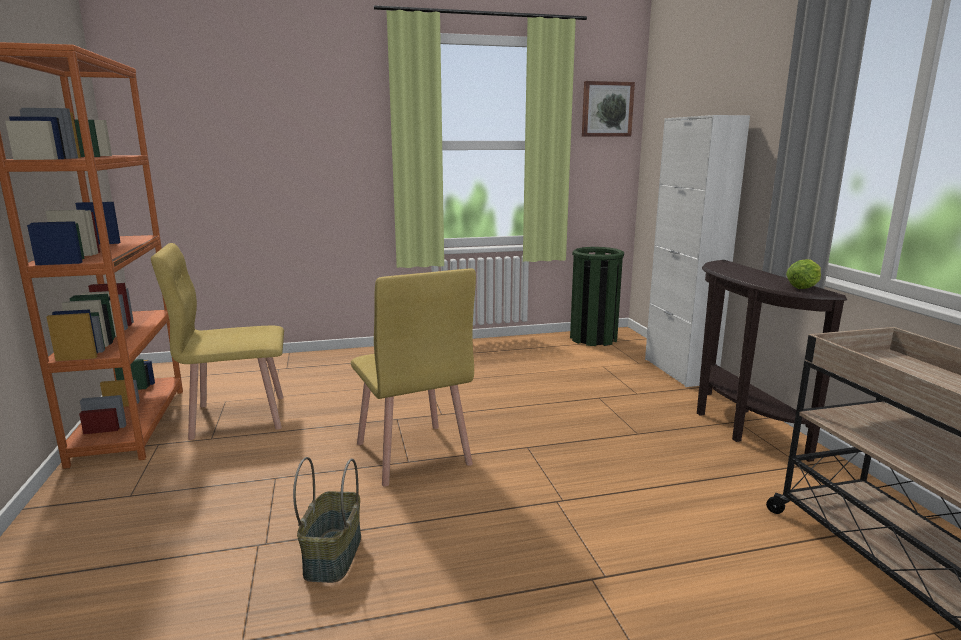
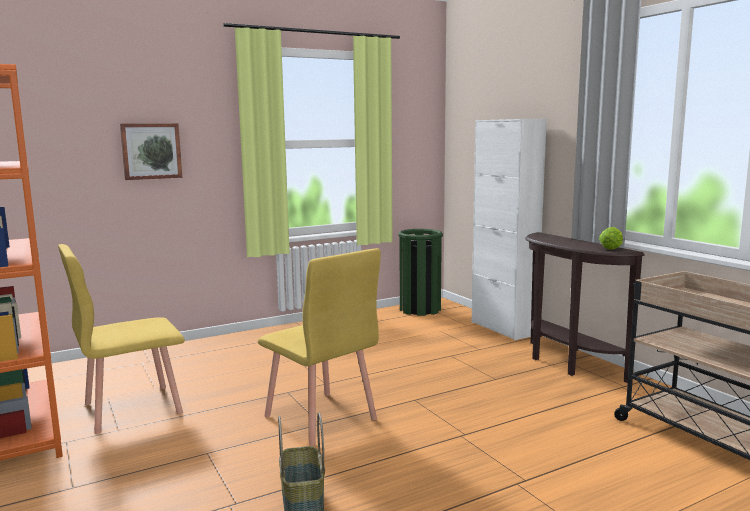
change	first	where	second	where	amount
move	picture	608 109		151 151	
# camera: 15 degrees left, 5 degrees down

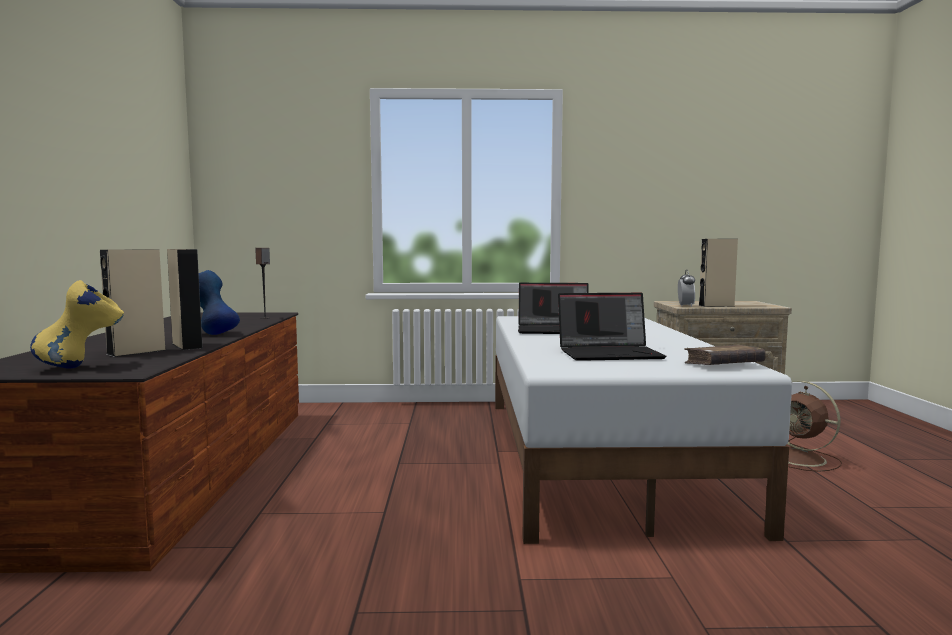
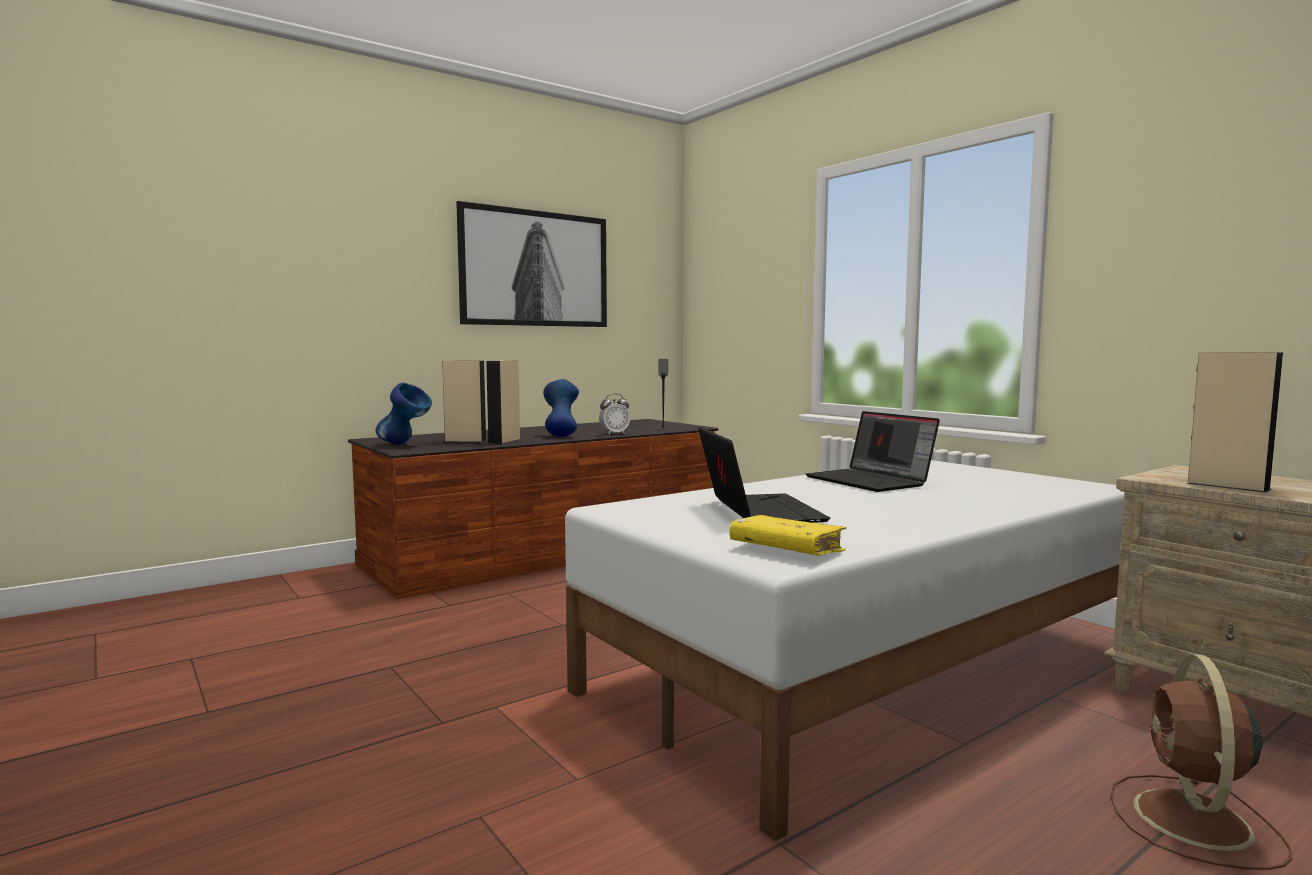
change	first	where	second	where	amount
recolor	vase (yellow)	77 324	vase (blue)	404 413	
rotate	laptop	612 327		764 475	150 degrees counterclockwise
move	alarm clock	686 288		614 414	
recolor	book (brown)	725 354	book (yellow)	787 535	
insert			picture	531 264	
# camera: 55 degrees right, 0 degrees up

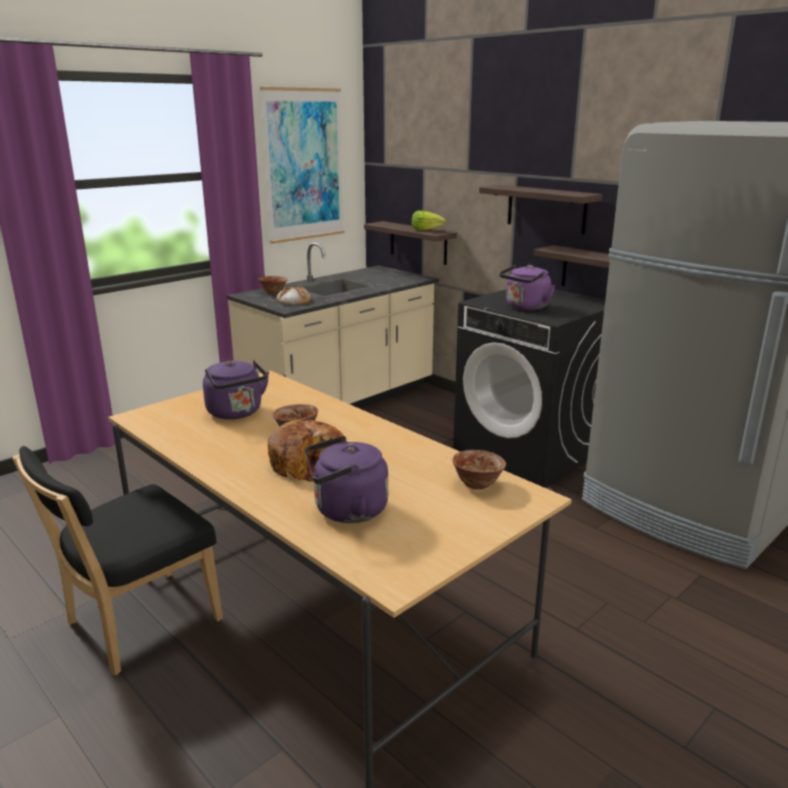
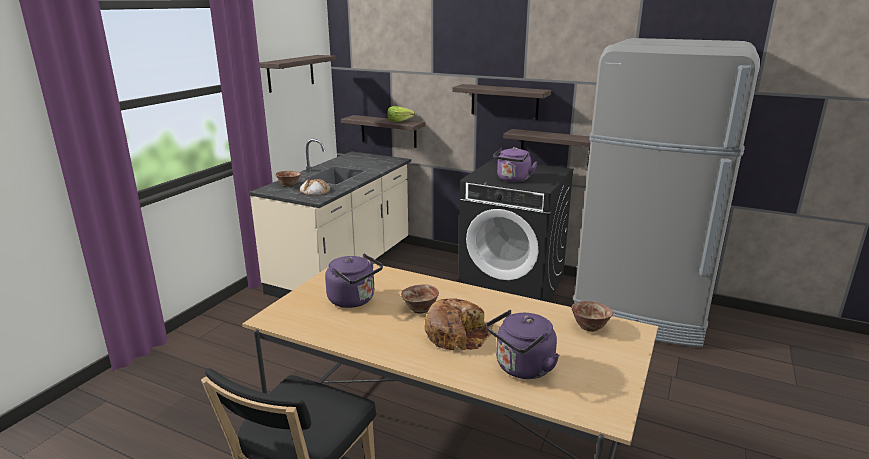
change	first	where	second	where	amount
replace	picture	302 165	shelf	298 74	
# camera: 20 degrees left, 0 degrees up

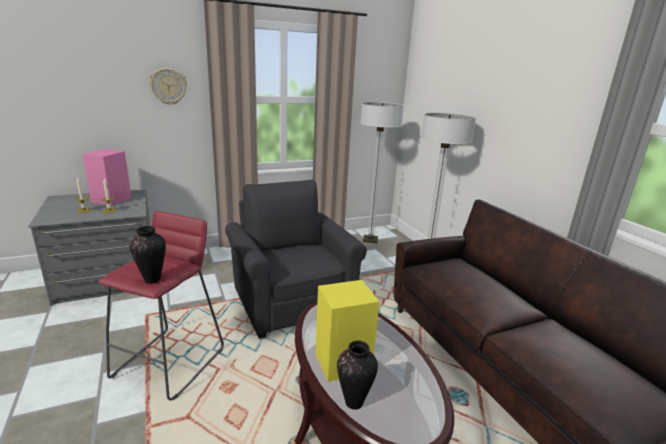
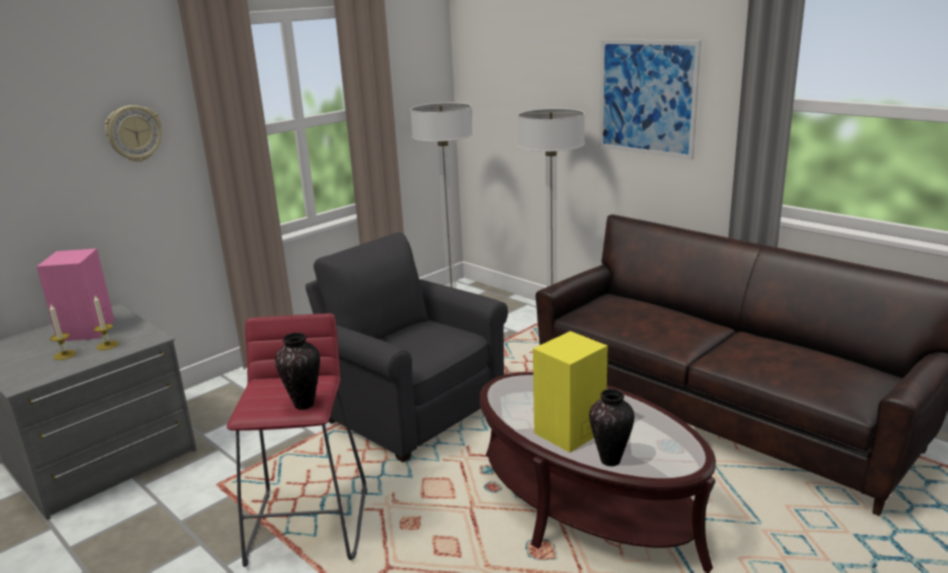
change	first	where	second	where	amount
insert			picture	650 99	
# camera: 20 degrees left, 0 degrees up

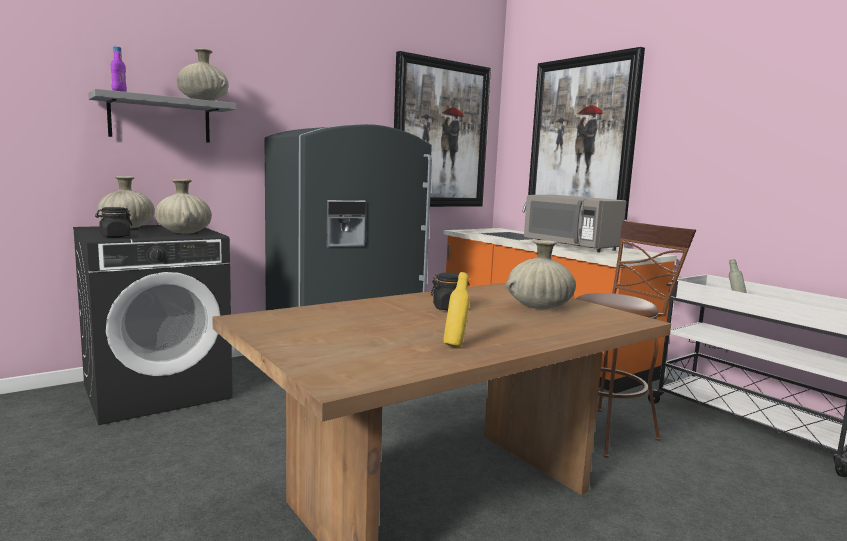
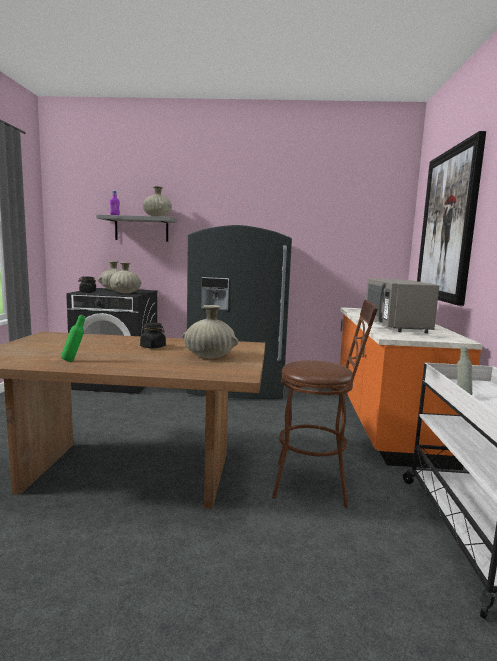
change	first	where	second	where	amount
delete	picture	442 129			
recolor	bottle (yellow)	456 309	bottle (green)	73 338	
# camera: 40 degrees right, 0 degrees up

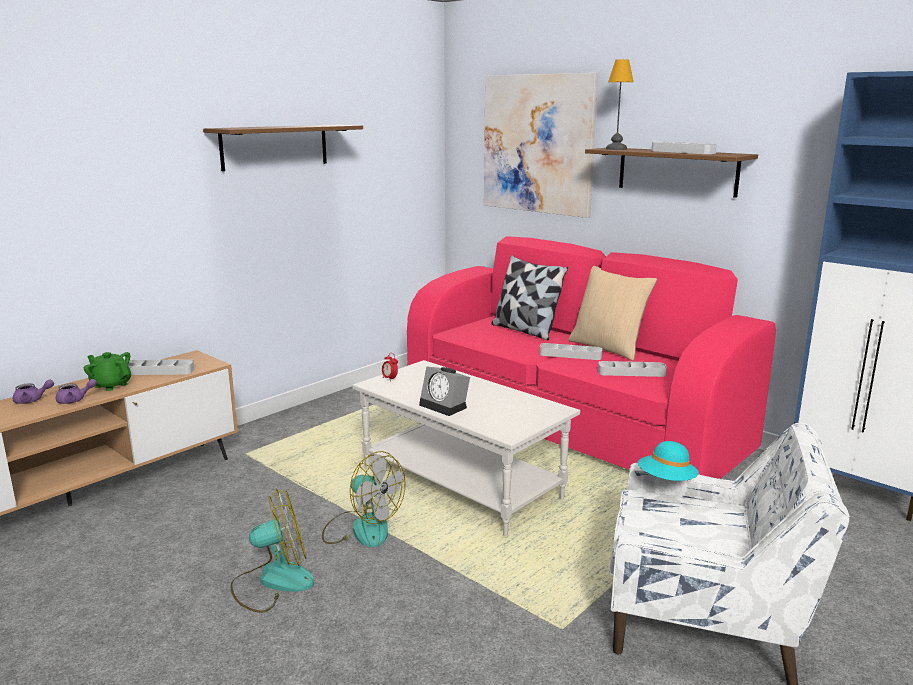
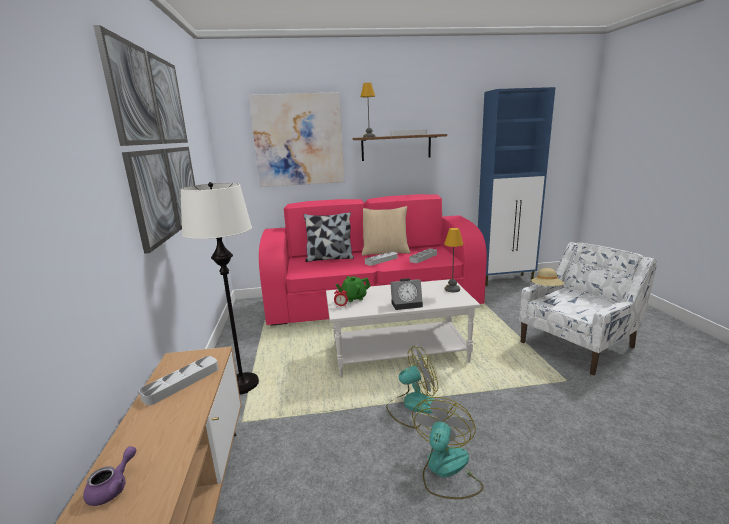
change	first	where	second	where	amount
delete	teapot (purple)	76 391			
move	teapot (green)	107 371		352 289	
replace	shelf (brown)	283 148	picture	144 139	
recolor	hat (turquoise)	668 461	hat (beige)	547 277	
insert			floor lamp (white)	219 288	
insert			table lamp	453 260	
# camera: 50 degrees left, 0 degrees up

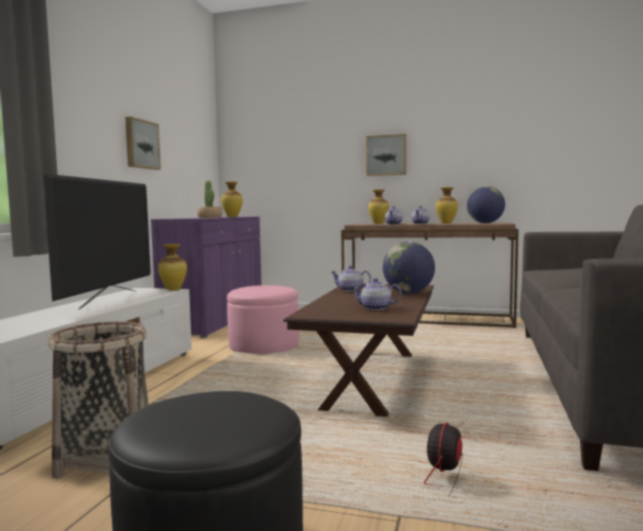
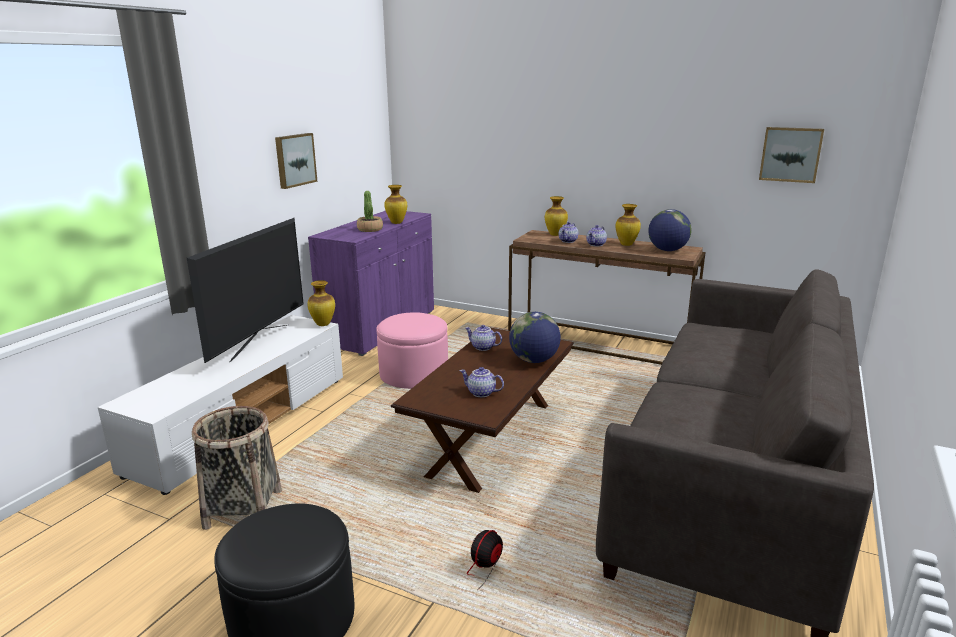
change	first	where	second	where	amount
move	picture	386 155		791 155	
# camera: 10 degrees right, 15 degrees up

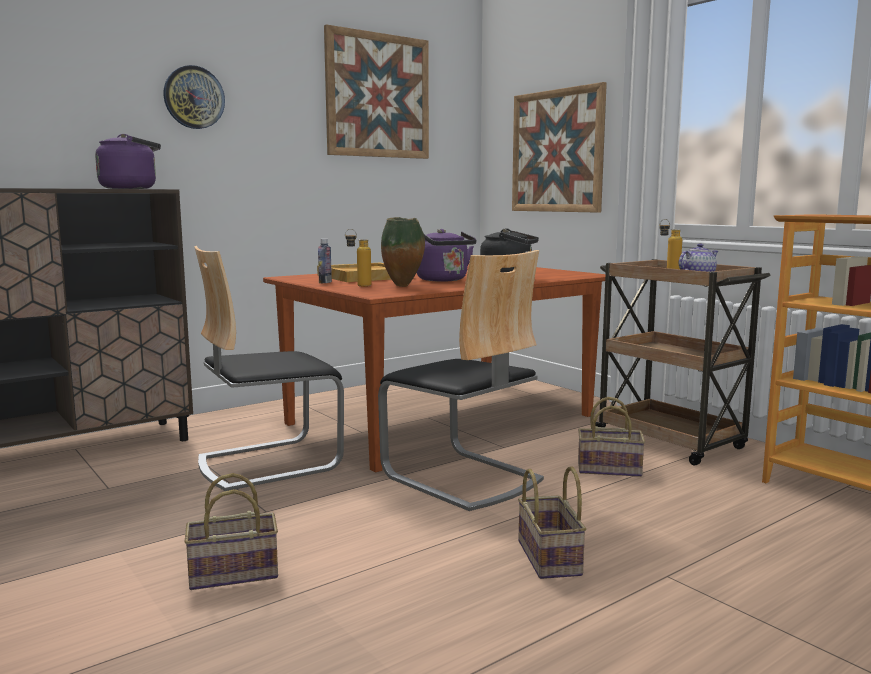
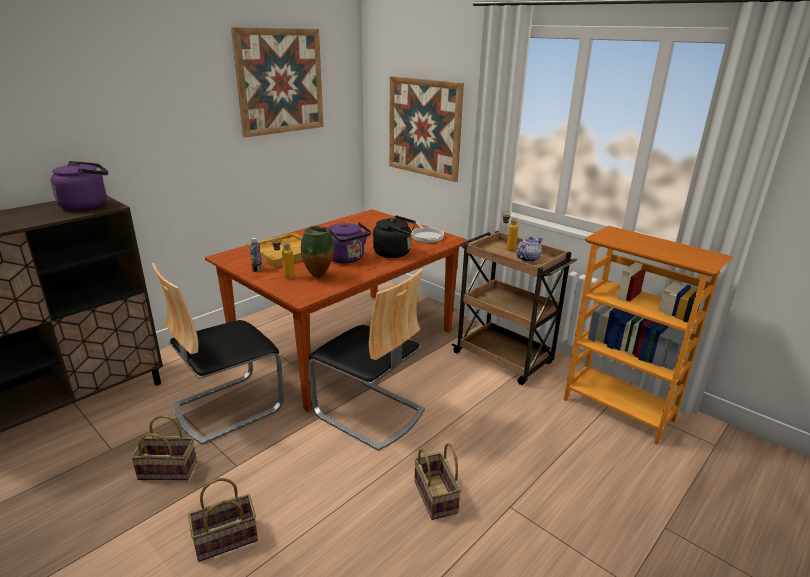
change	first	where	second	where	amount
delete	wall clock	194 97			
move	basket	611 437		163 447	
insert			frying pan	427 232	
# camera: 10 degrees left, 15 degrees up

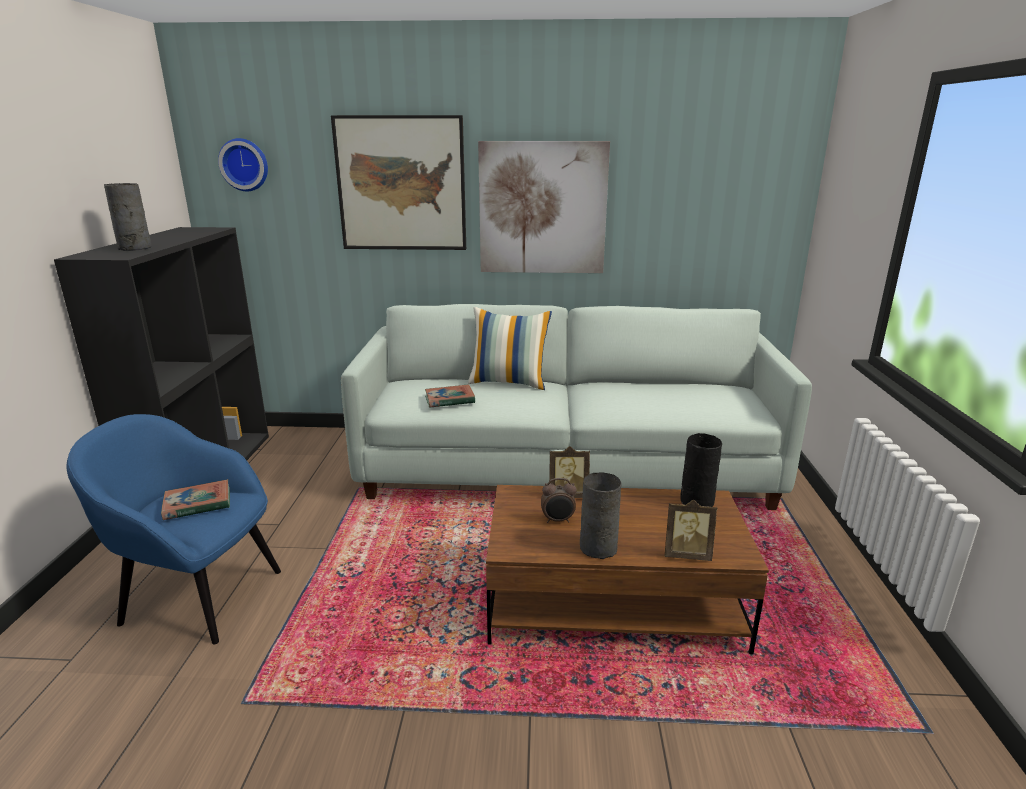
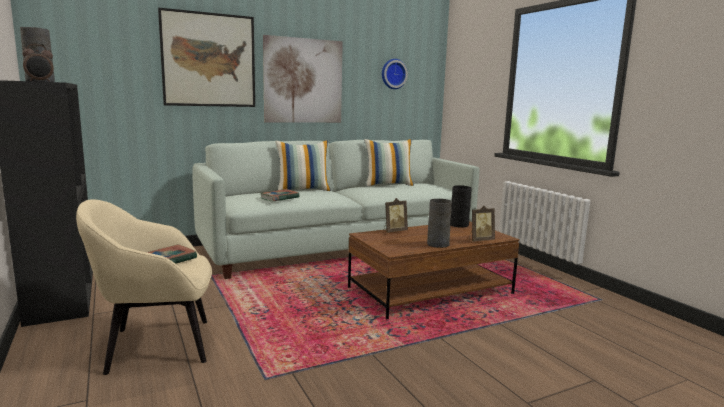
change	first	where	second	where	amount
recolor	armchair (blue)	173 529	armchair (beige)	144 287	
move	wall clock	243 164		395 74	
move	alarm clock	559 500		38 63	
insert			pillow	389 162	
# camera: 30 degrees left, 10 degrees down

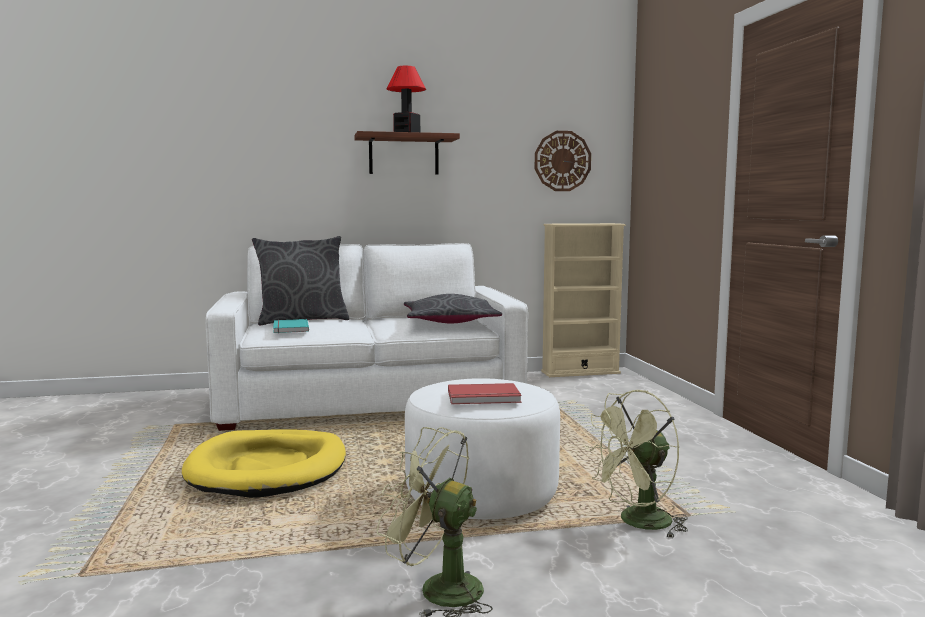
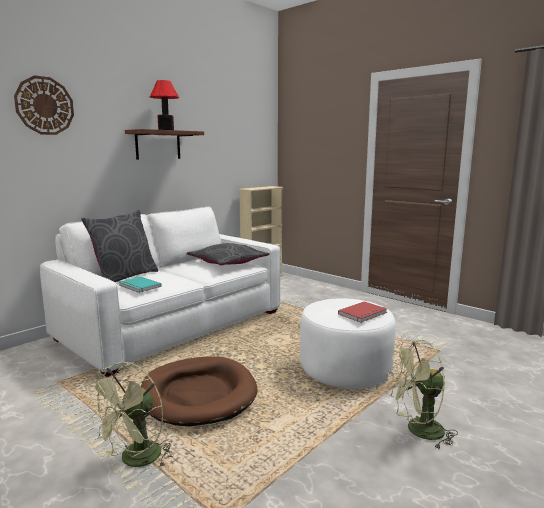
change	first	where	second	where	amount
recolor	dog bed (yellow)	264 463	dog bed (brown)	199 391	
move	wall clock	563 161		44 105	
move	fan (green)	636 464		129 415	
# camera: 35 degrees left, 5 degrees up

